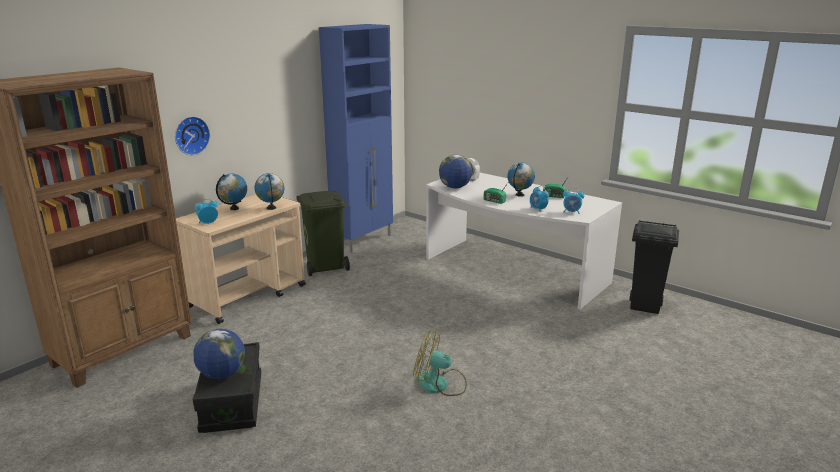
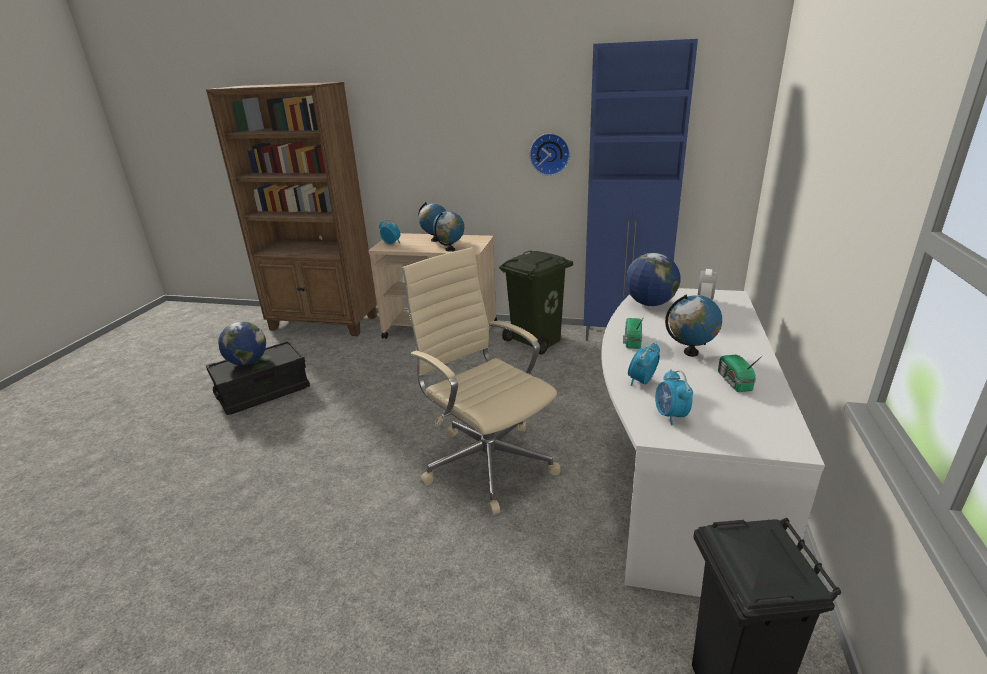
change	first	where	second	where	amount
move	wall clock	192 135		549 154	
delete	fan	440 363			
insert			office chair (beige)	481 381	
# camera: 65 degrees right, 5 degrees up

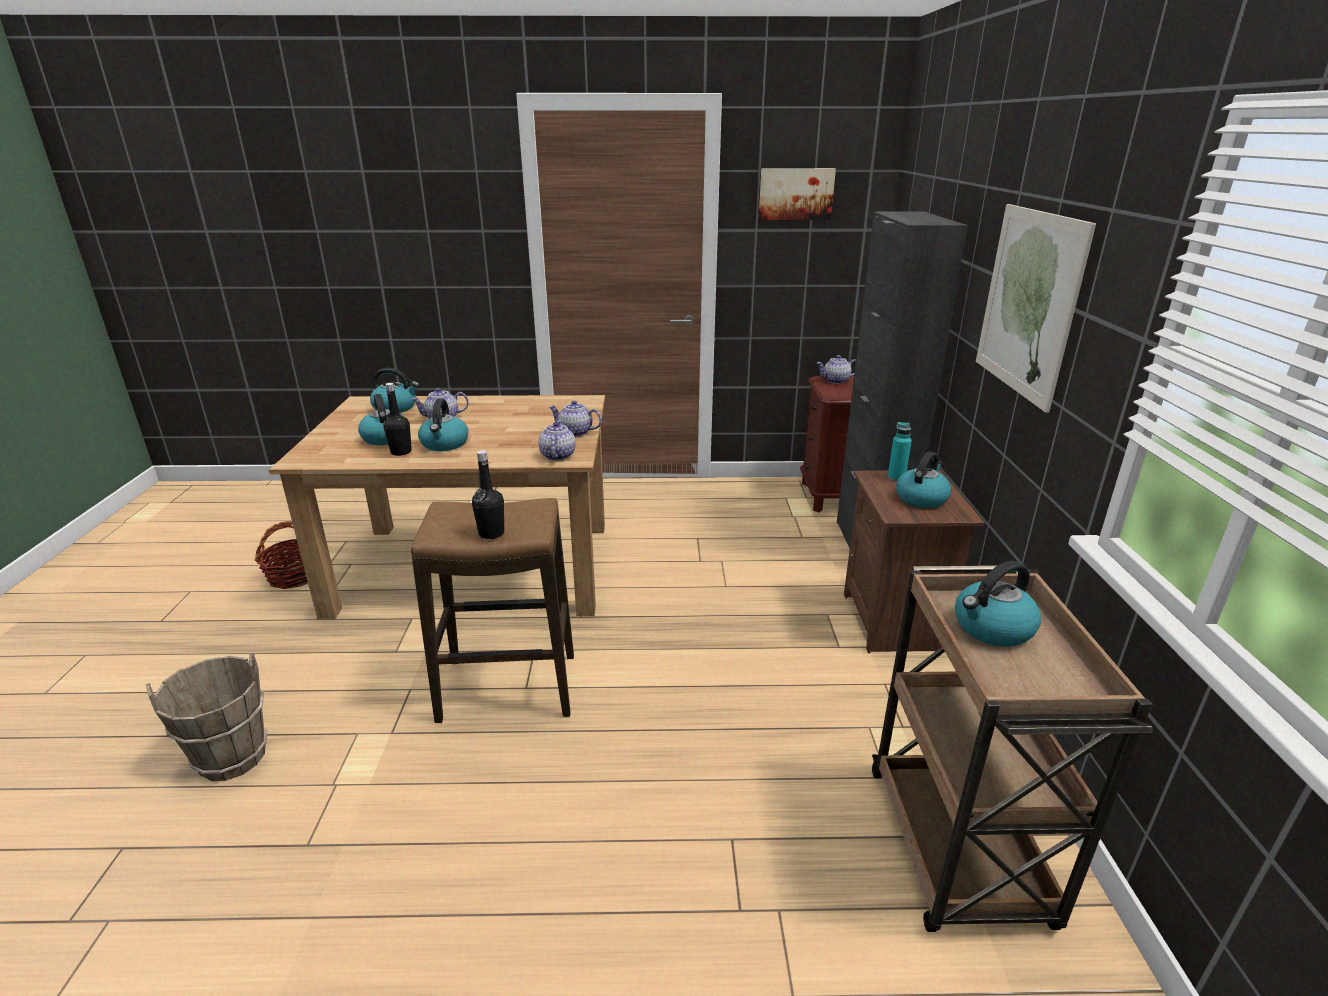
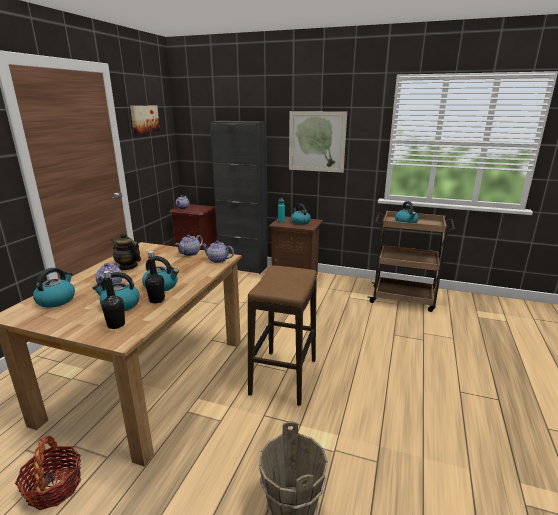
change	first	where	second	where	amount
move	bottle (black)	488 494		113 299	
insert			teapot	126 251	
# camera: 70 degrees left, 5 degrees down

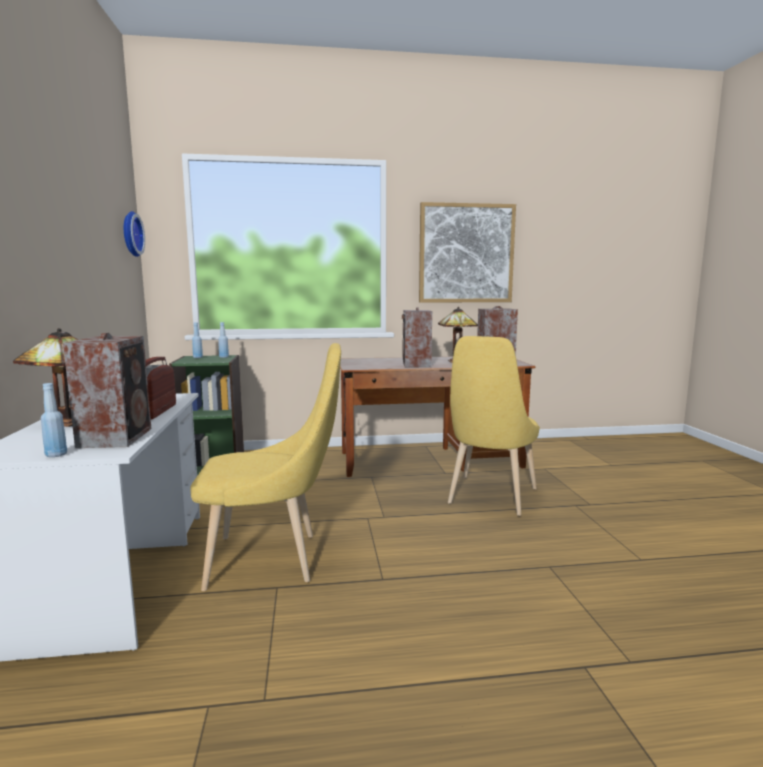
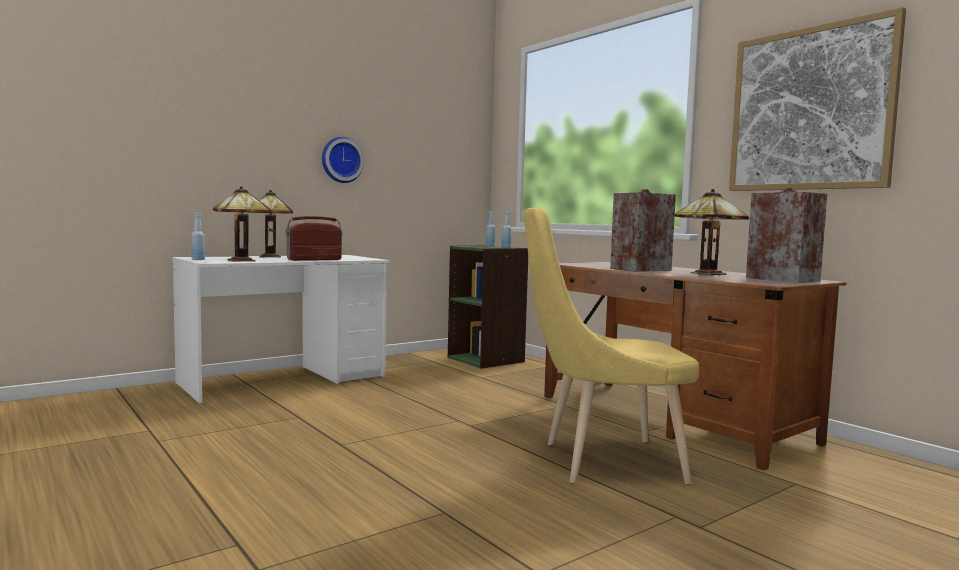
change	first	where	second	where	amount
replace	speaker	107 390	table lamp	242 224	
move	wall clock	134 234		343 160	
delete	chair (yellow)	265 467			
# camera: 60 degrees right, 5 degrees down

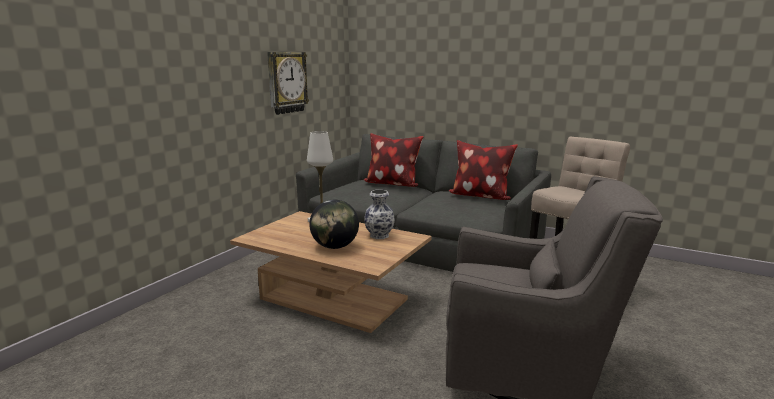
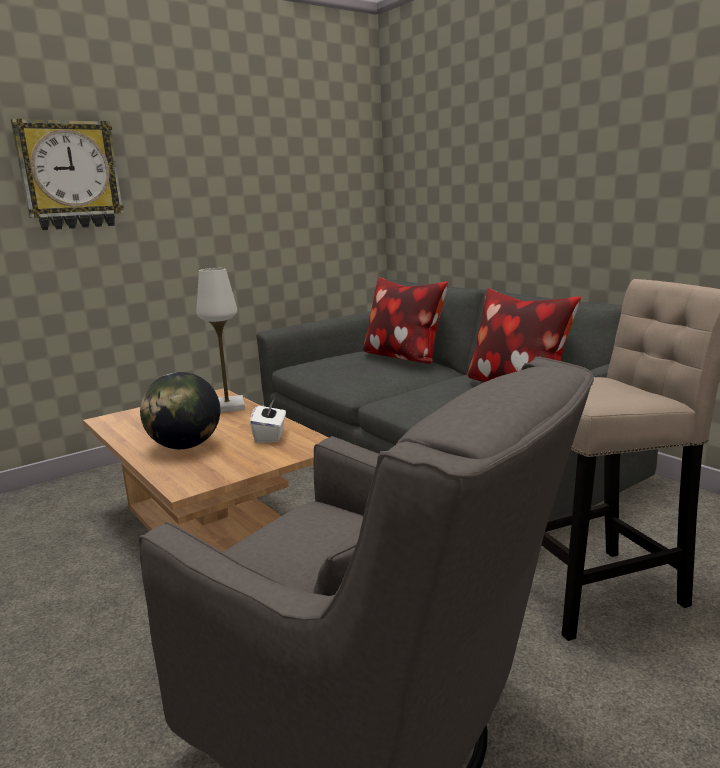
change	first	where	second	where	amount
move	wall clock	288 83		67 174	
replace	vase	379 214	tissue box (white)	268 421	
# camera: 25 degrees right, 0 degrees up

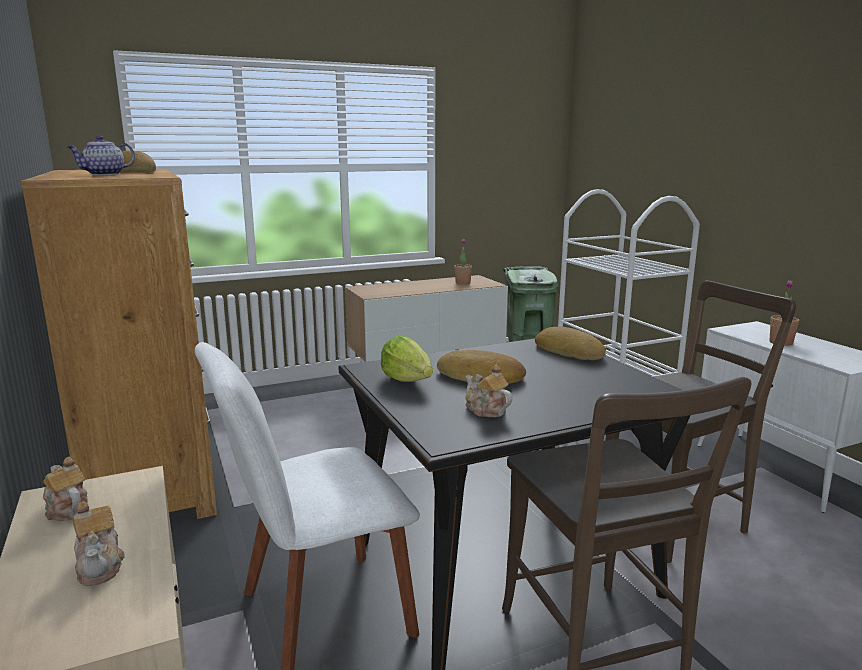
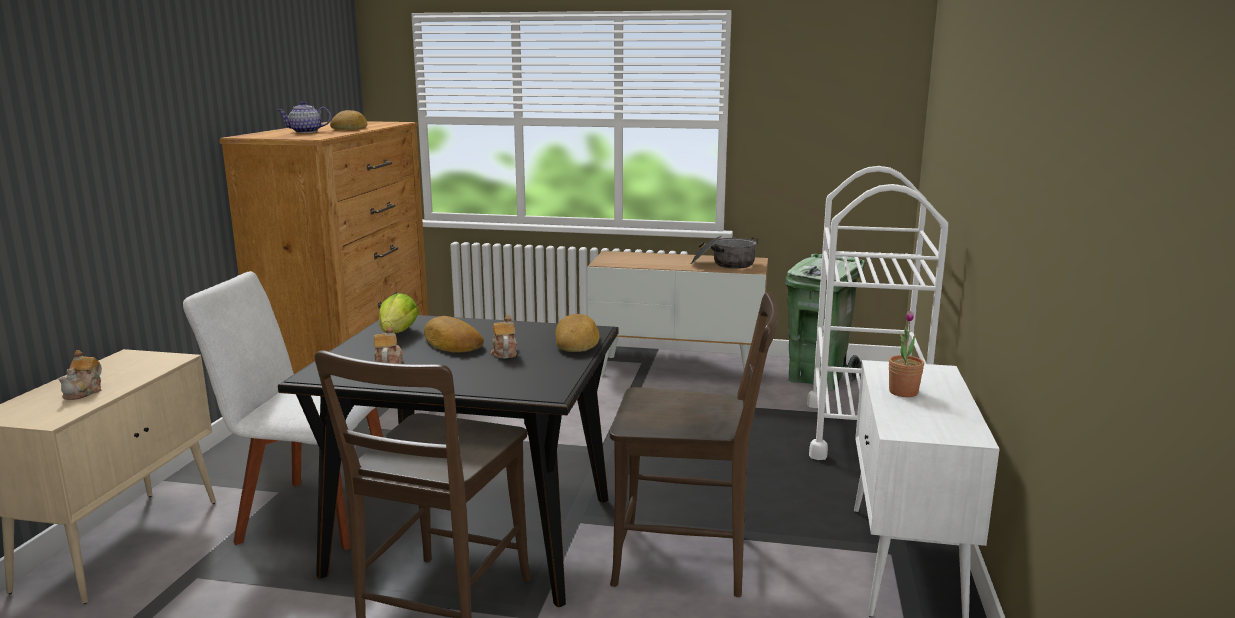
change	first	where	second	where	amount
move	teapot	65 489		504 336	
replace	potted plant	463 262	cooking pot	724 252	
# camera: 35 degrees right, 0 degrees up

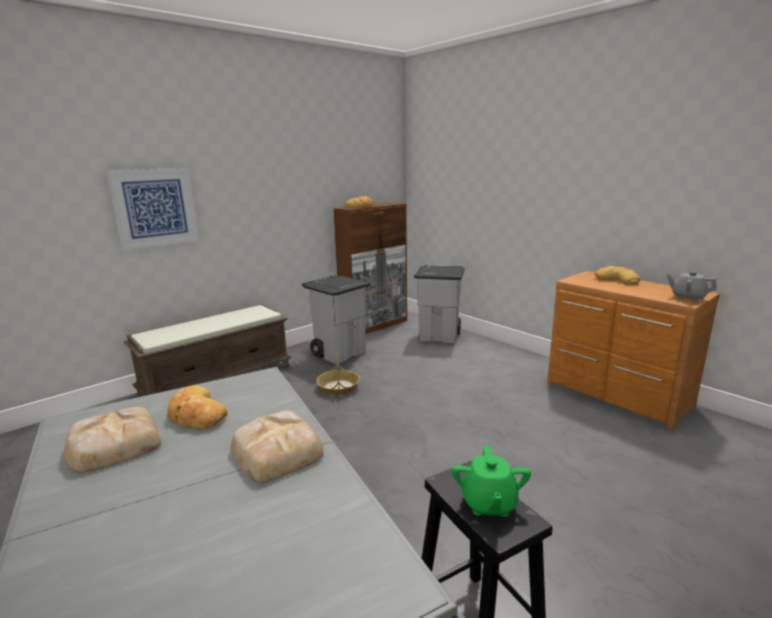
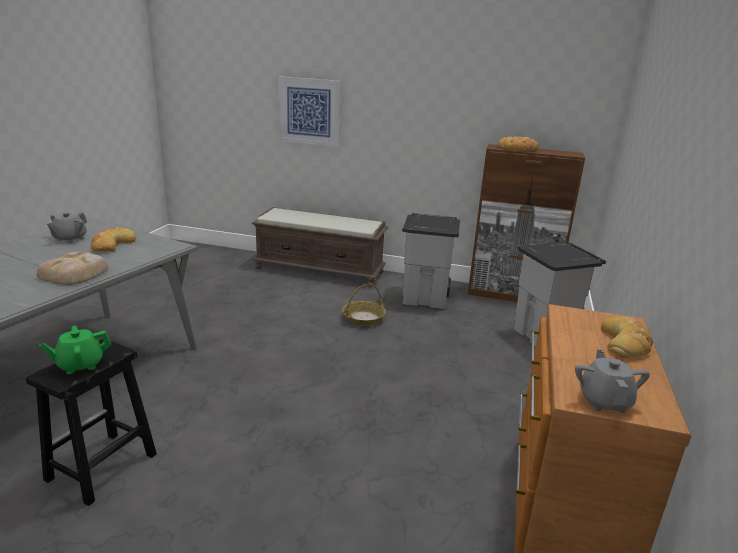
change	first	where	second	where	amount
replace	bread	113 440	teapot (grey)	67 227	
# camera: 55 degrees right, 5 degrees up

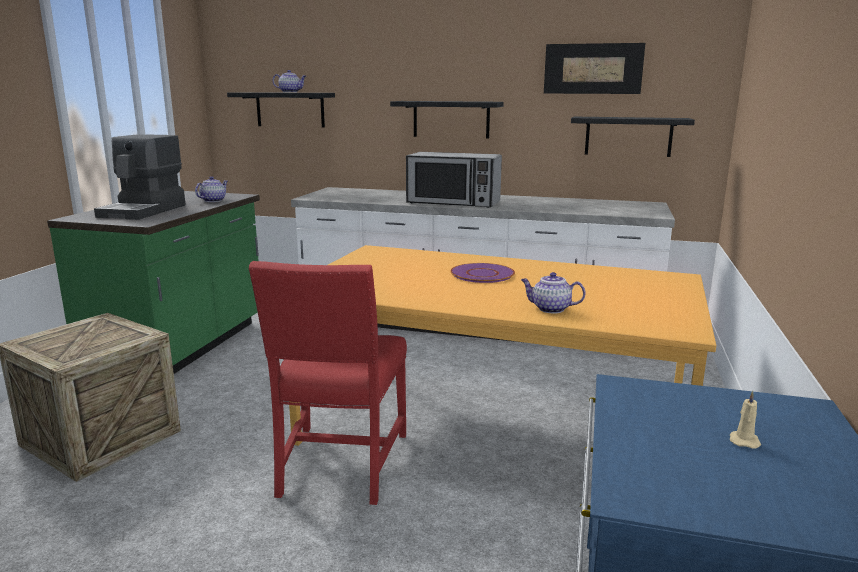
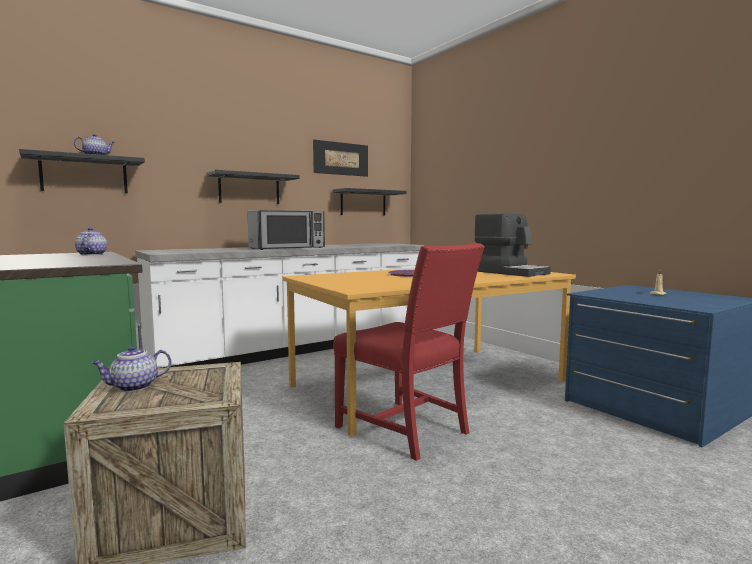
change	first	where	second	where	amount
move	coffee machine	140 177		512 245	
move	teapot	553 292		132 369	
# camera: 50 degrees left, 10 degrees down

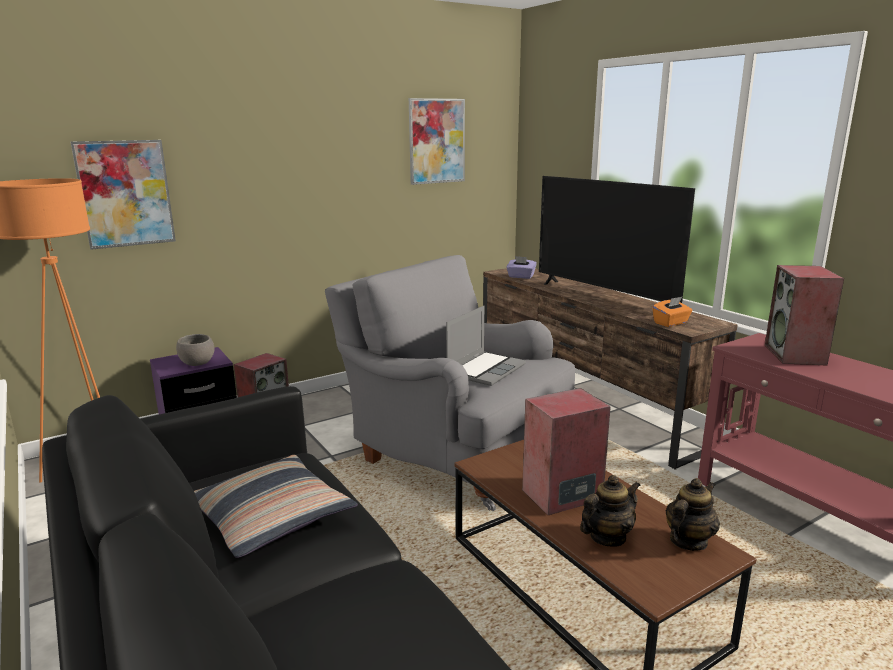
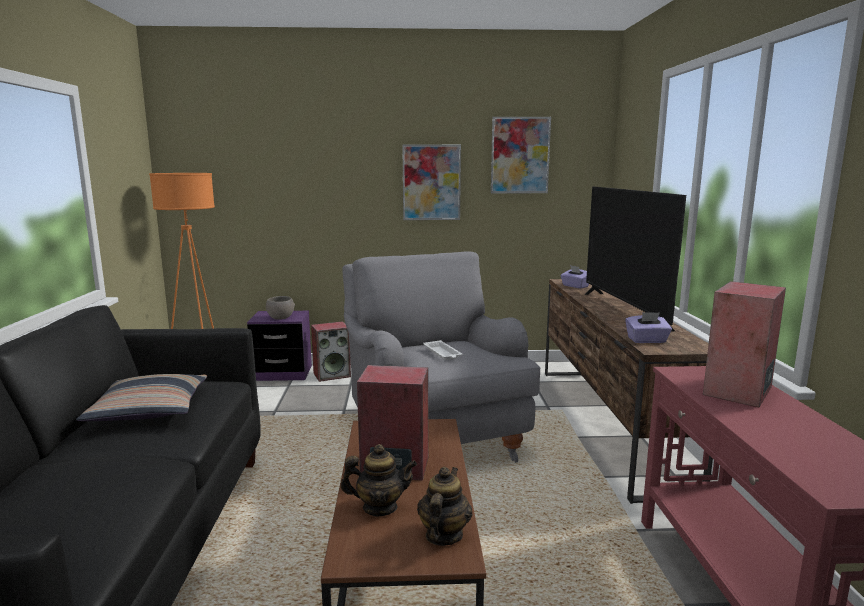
change	first	where	second	where	amount
move	picture	123 195		431 182	
replace	laptop	486 346	tray (white)	442 350	
recolor	tissue box (orange)	672 311	tissue box (purple)	648 327	
rotate	teapot	693 514		444 506	60 degrees counterclockwise
# camera: 30 degrees right, 5 degrees down

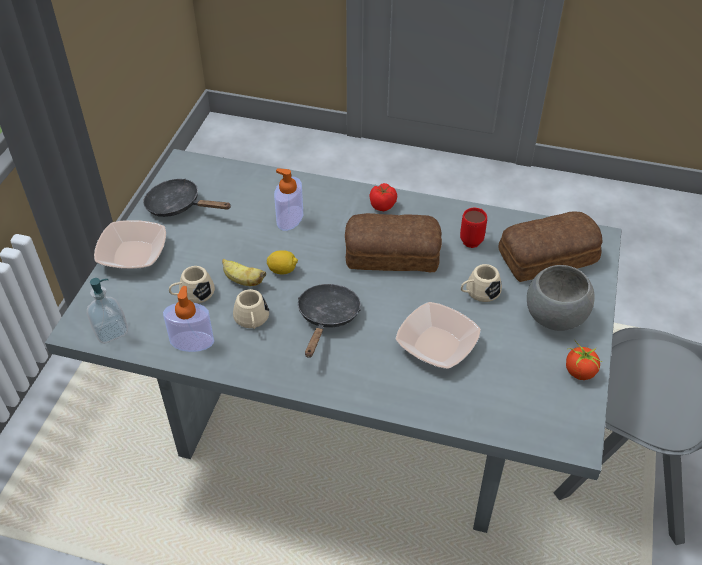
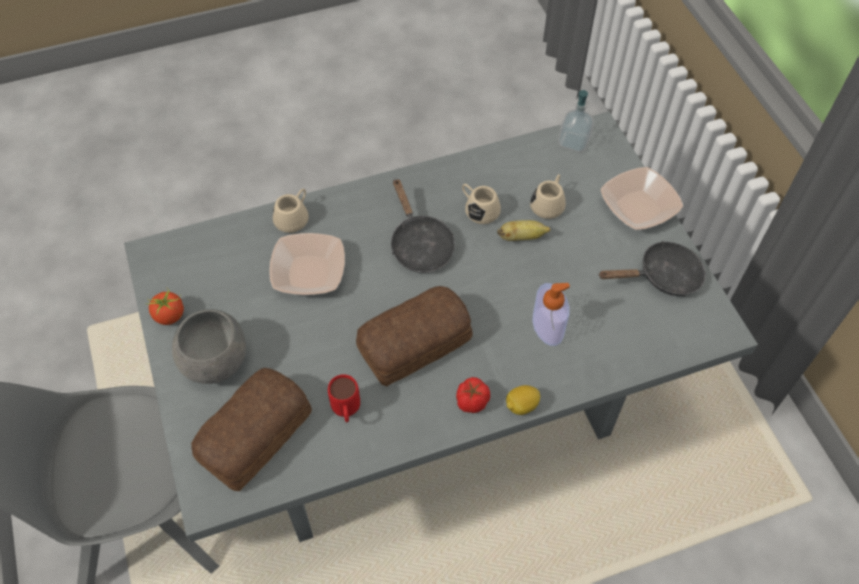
change	first	where	second	where	amount
delete	soap dispenser	188 319			
move	lemon	282 262		523 400	
move	mug (beige)	481 283		291 210	
# camera: 145 degrees right, 10 degrees up

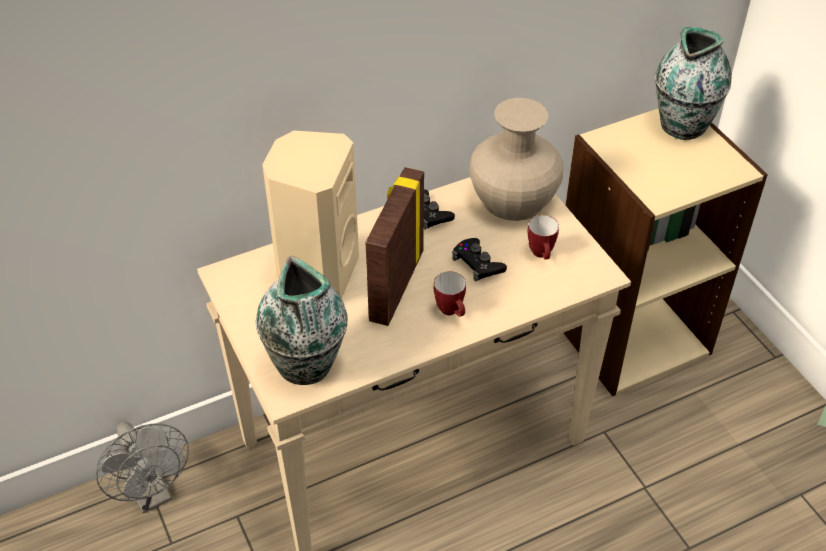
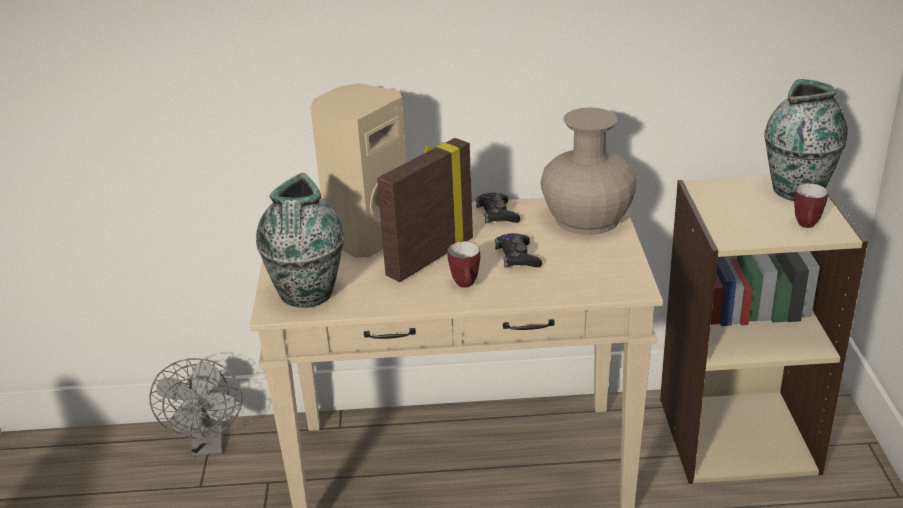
change	first	where	second	where	amount
move	mug	543 237		811 205	
# camera: 25 degrees right, 15 degrees down

